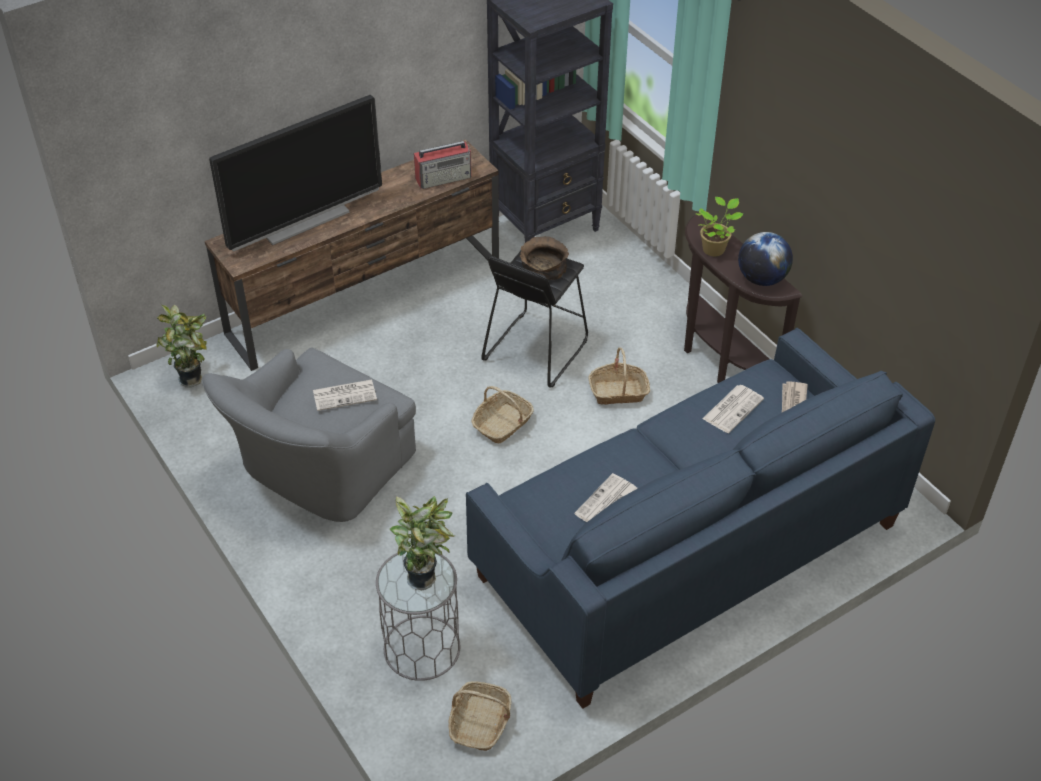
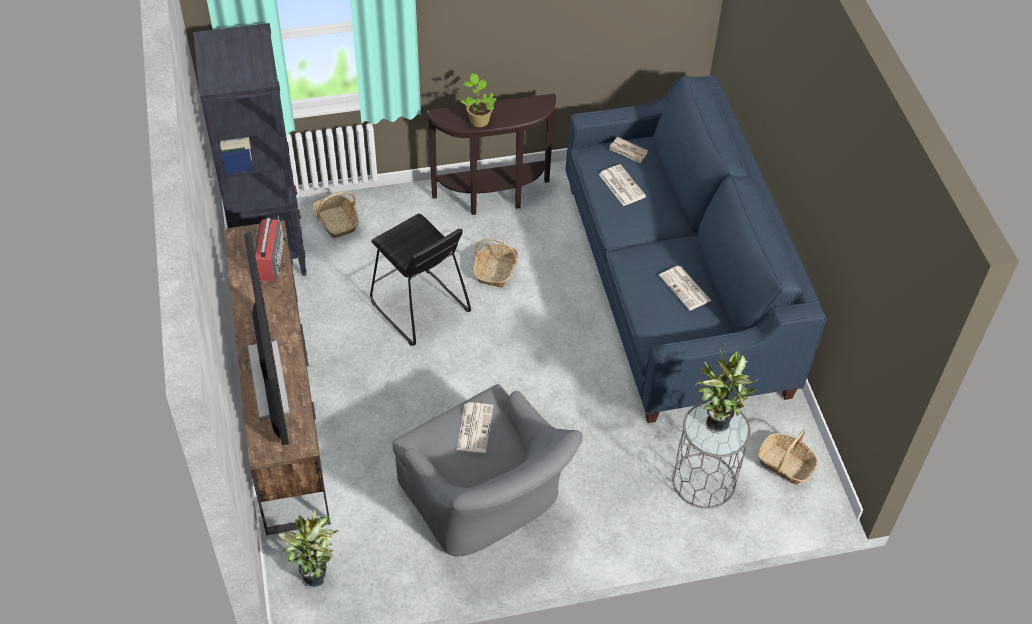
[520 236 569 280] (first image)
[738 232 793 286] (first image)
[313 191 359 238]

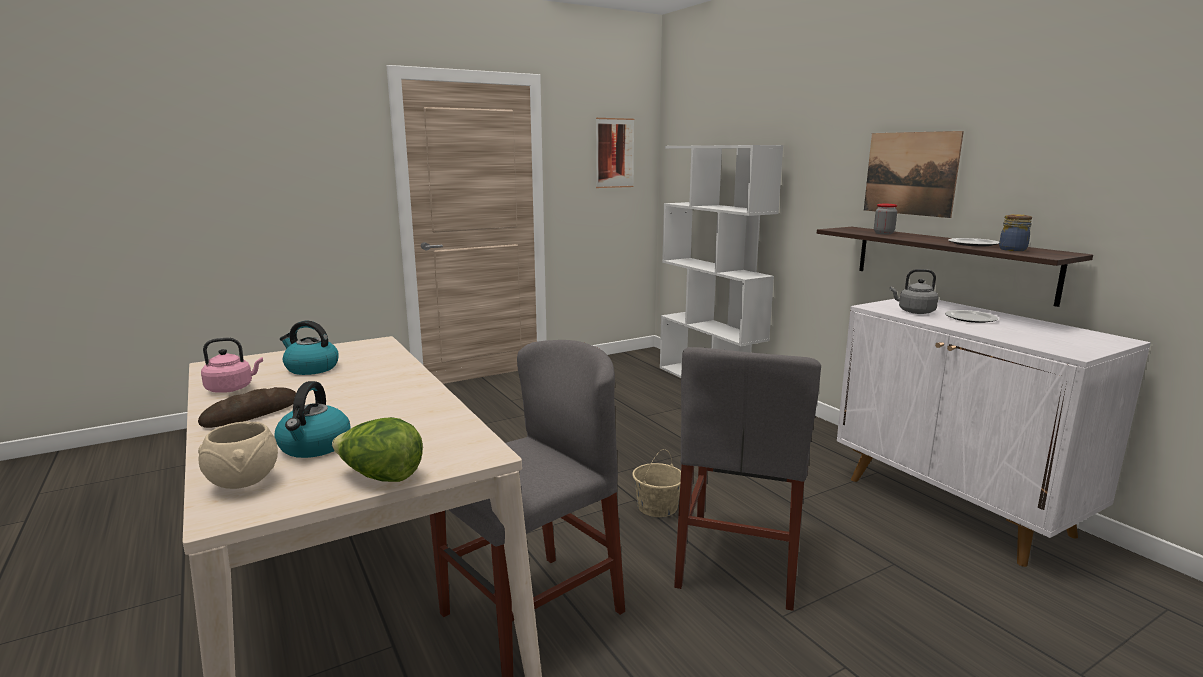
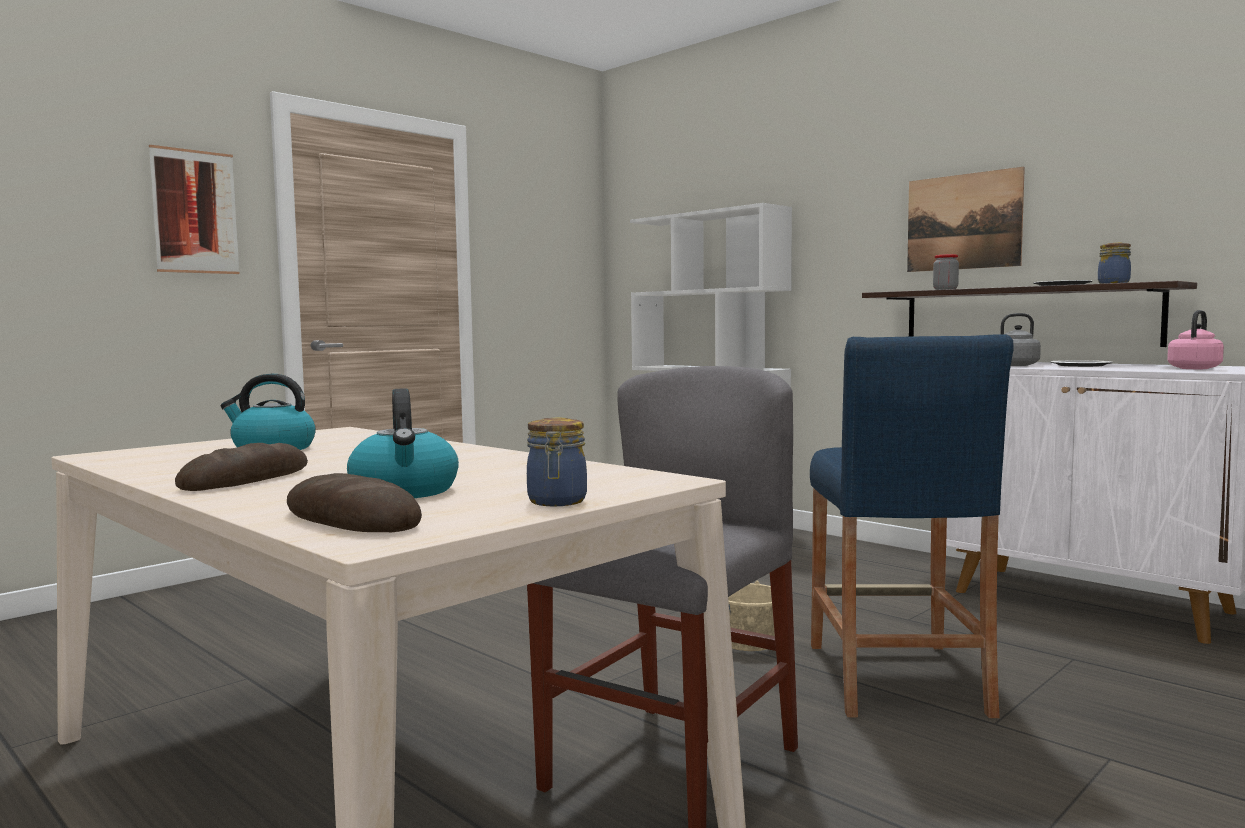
[1167 310 1224 369]
[149 145 240 274]
[287 473 422 532]
[527 418 587 506]
[810 334 1014 718]

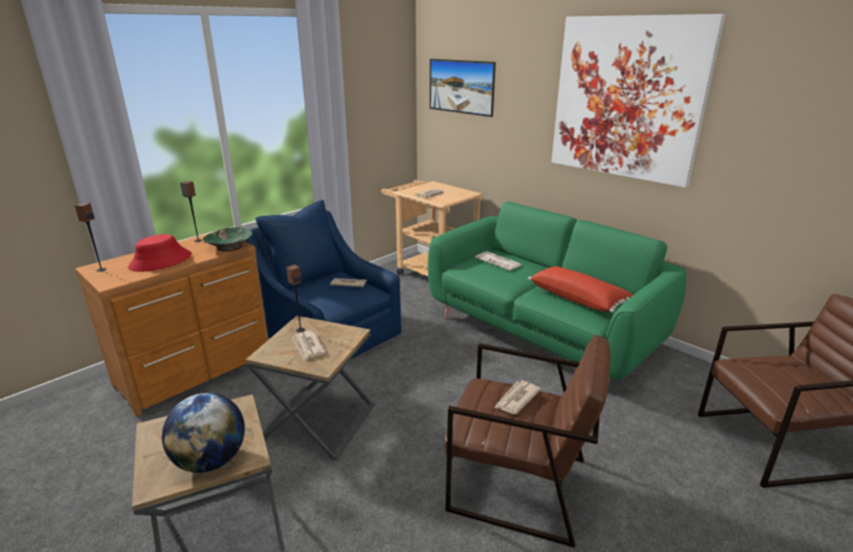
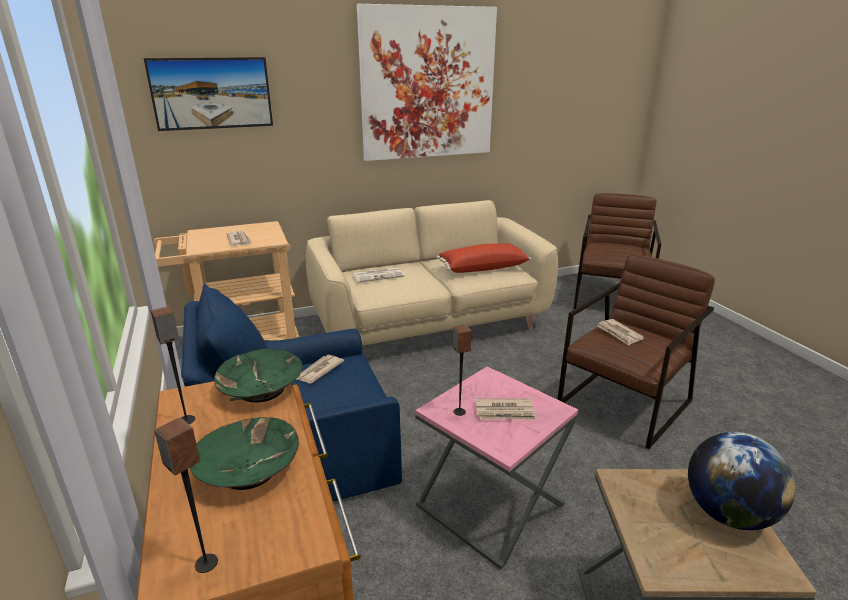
[190 417 299 490]
[415 366 578 569]
[306 200 558 345]

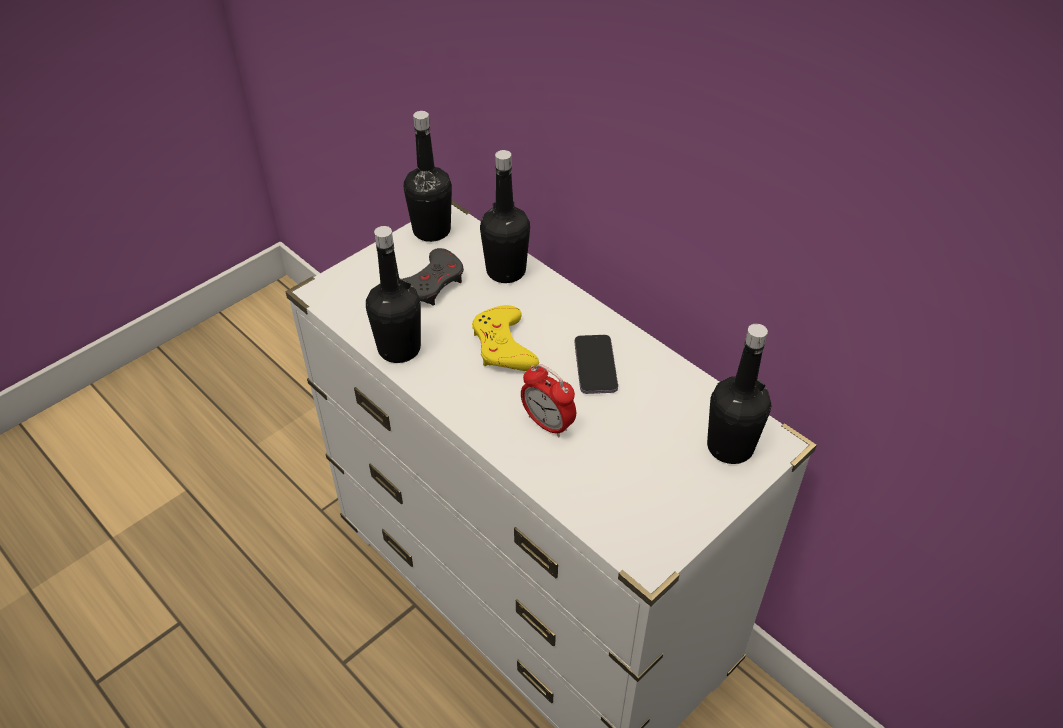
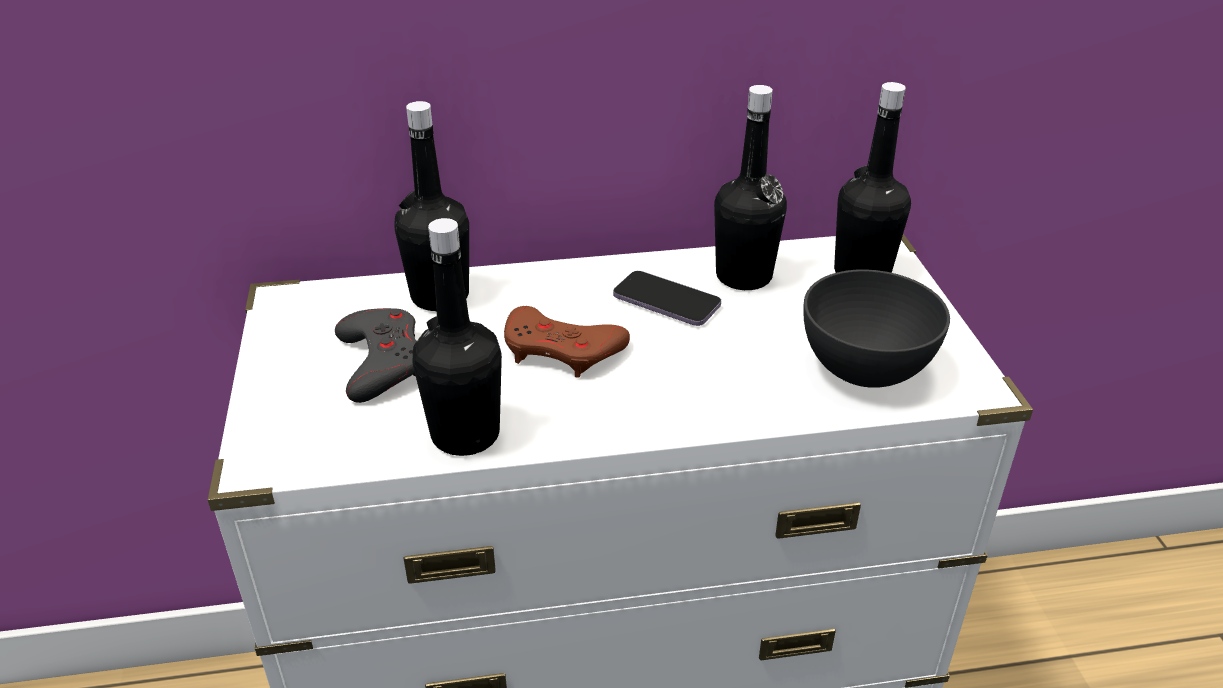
[521 364 576 437] (first image)
[803 269 950 388]
[714 85 787 290]
[504 306 630 378]

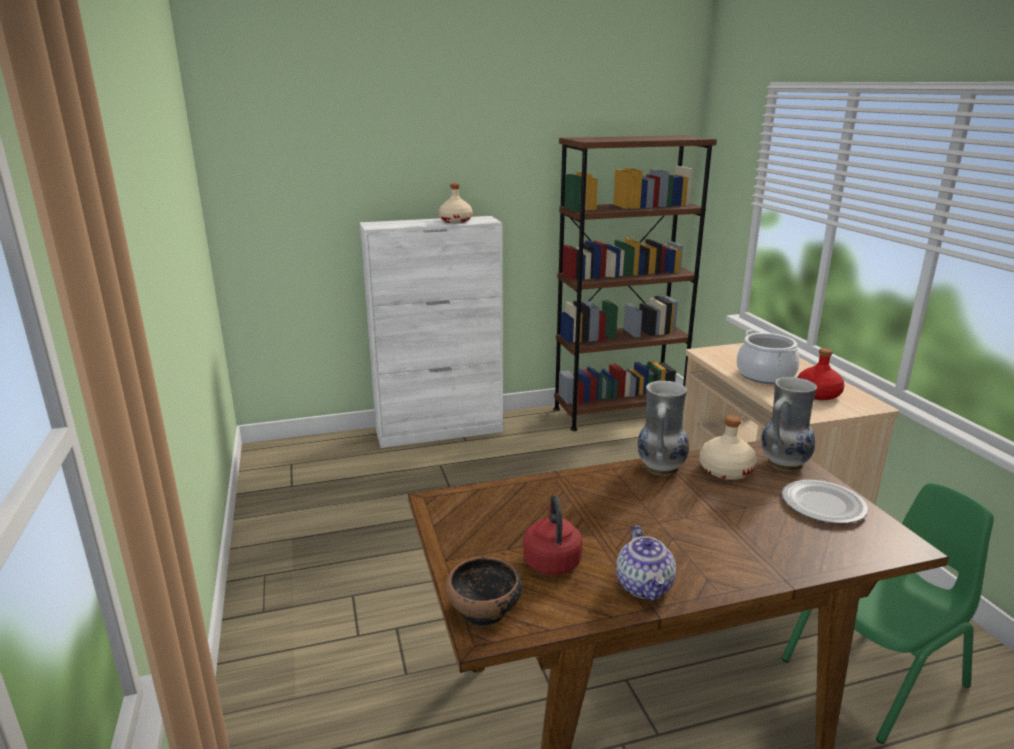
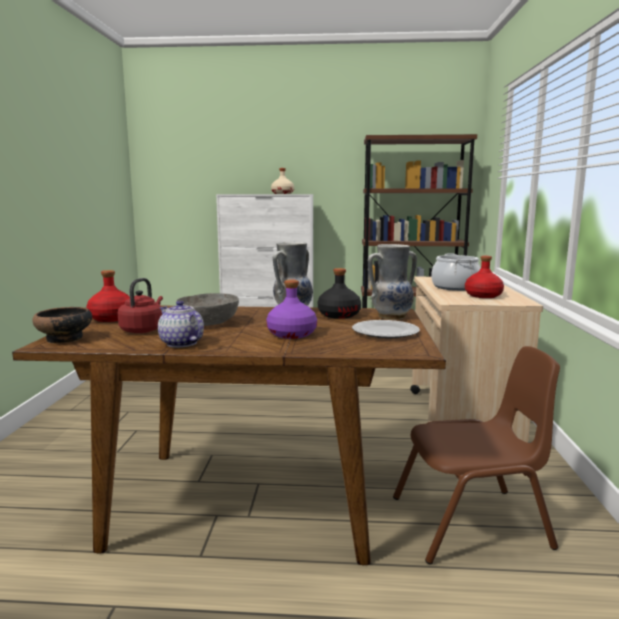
[86 270 130 322]
[176 293 239 326]
[266 280 317 339]
[318 268 361 319]
[393 346 560 564]
[158 301 204 348]

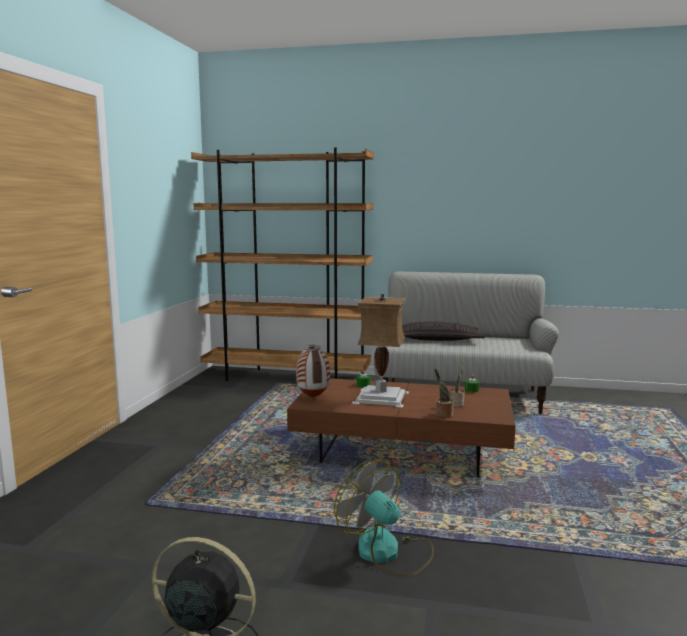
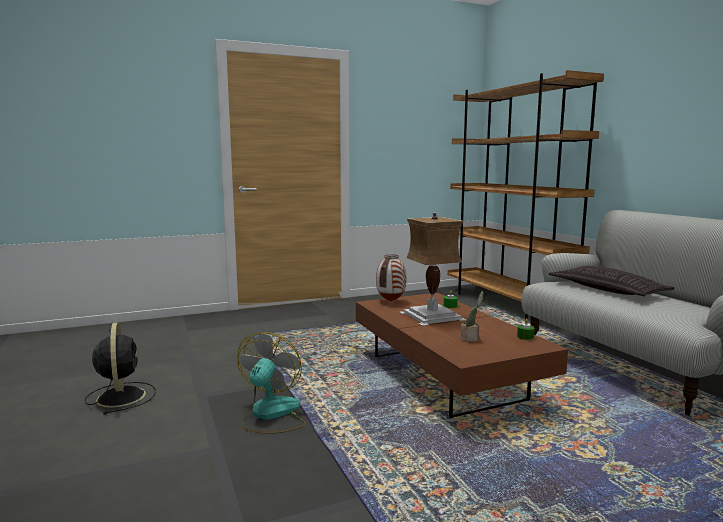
[435 369 454 418] (first image)

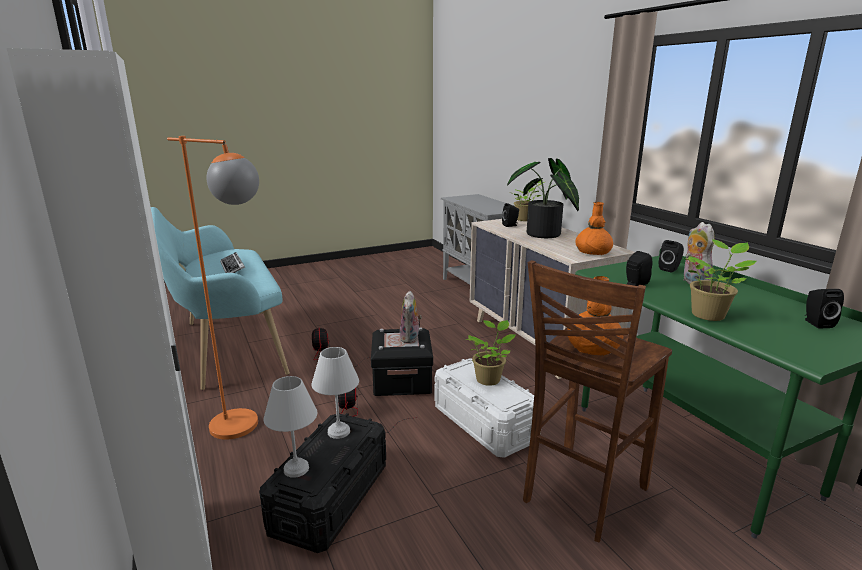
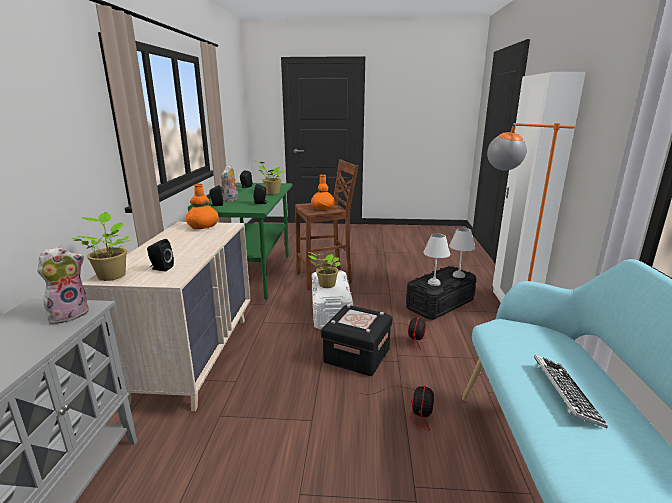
[507 158 579 238] (first image)
[37 246 89 325]

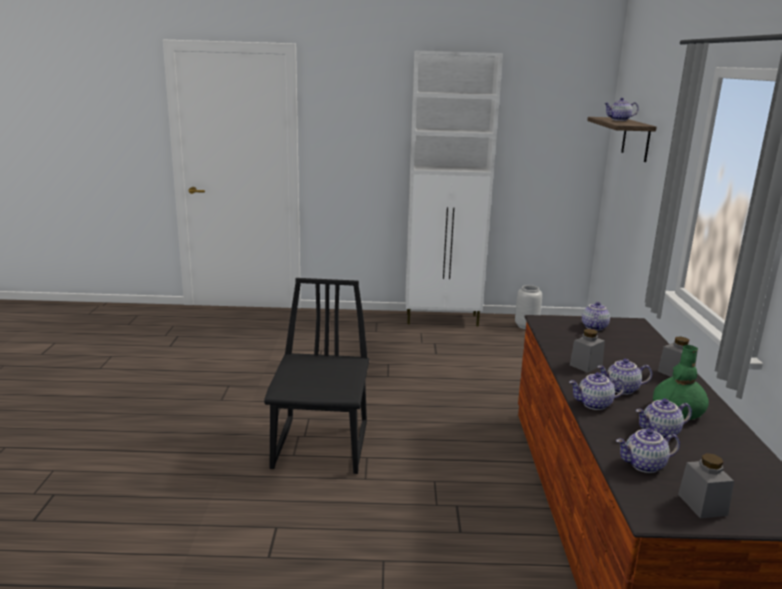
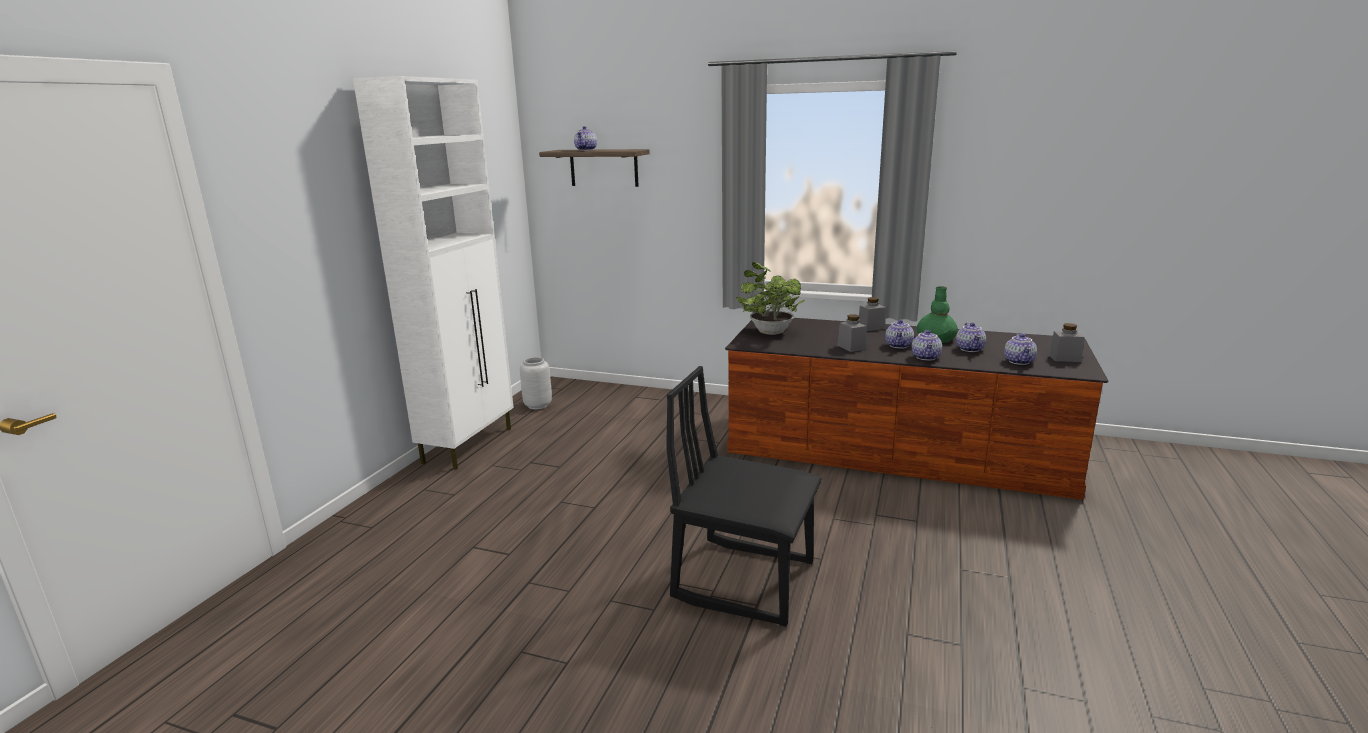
[736 262 805 335]

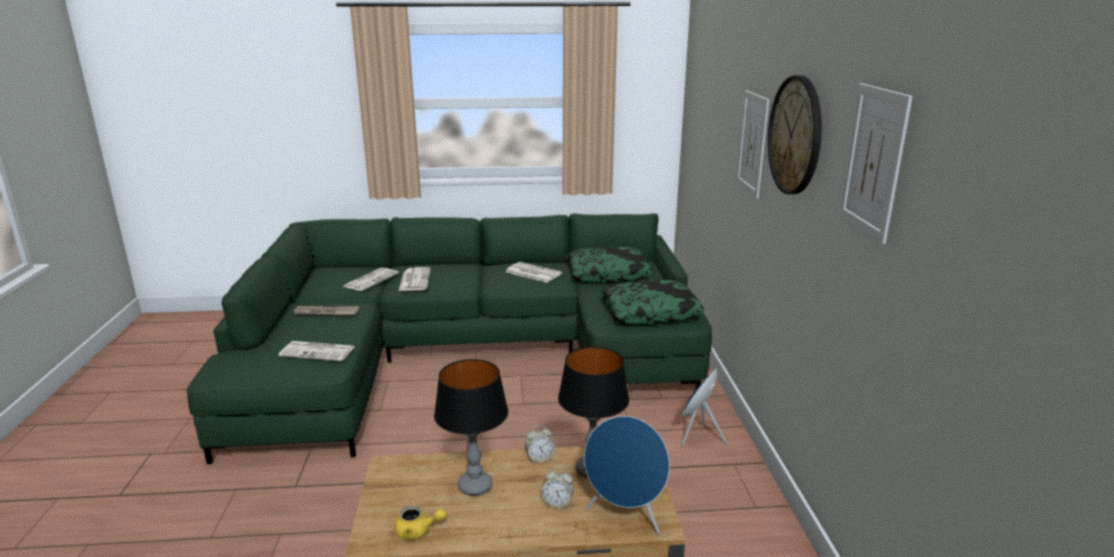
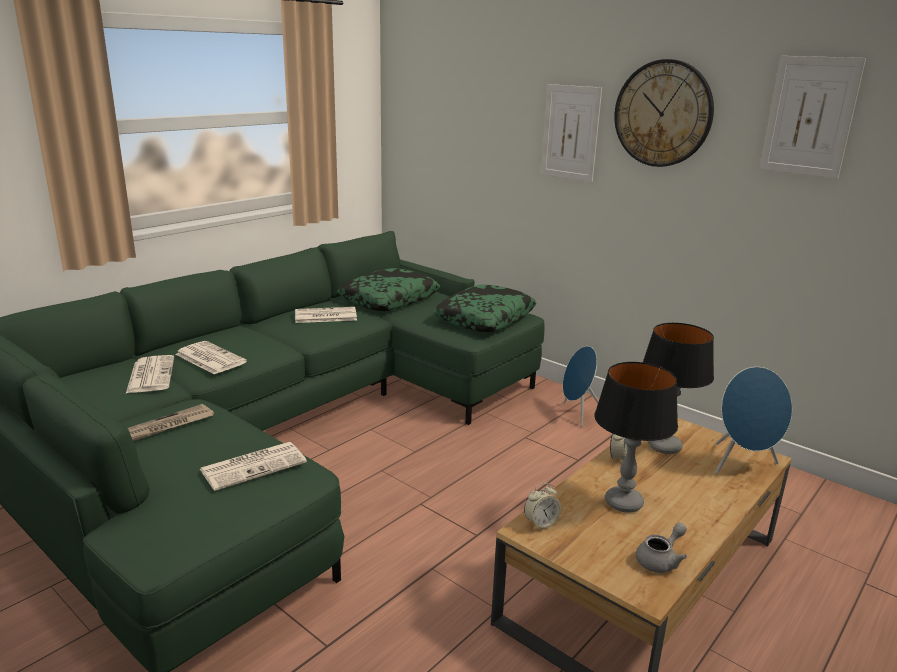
[524 483 561 530]
[636 523 687 573]

